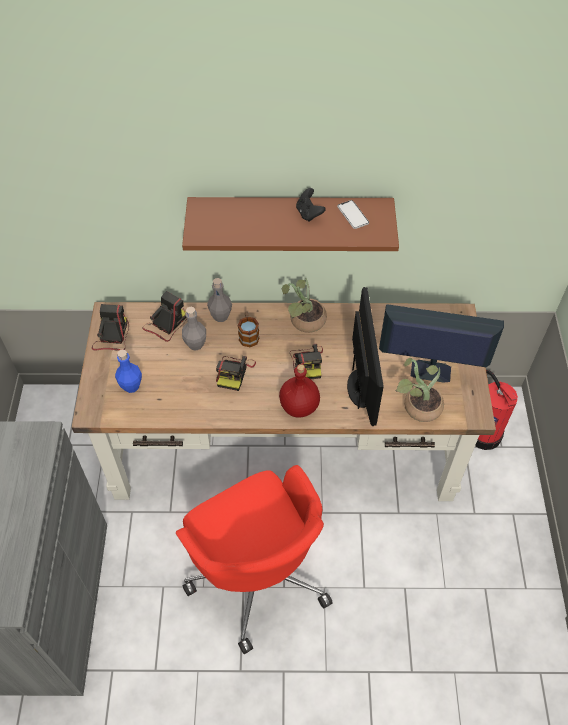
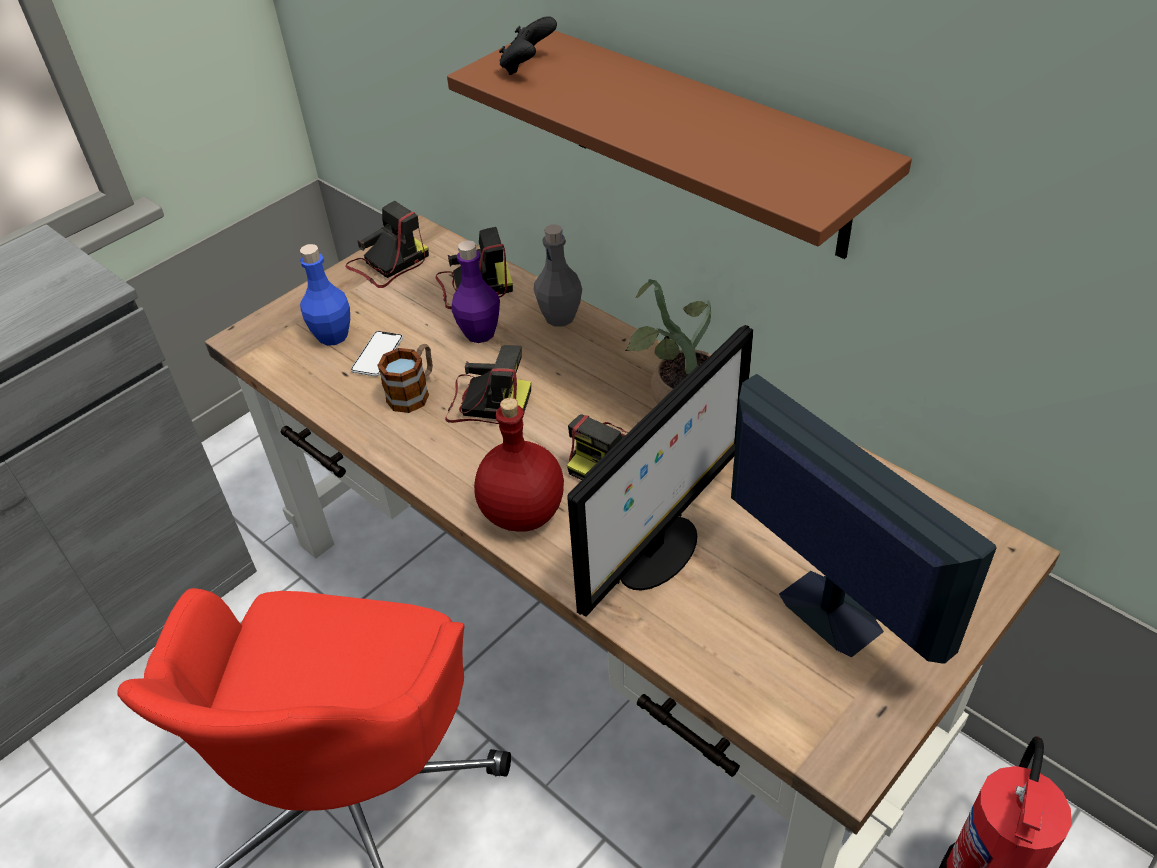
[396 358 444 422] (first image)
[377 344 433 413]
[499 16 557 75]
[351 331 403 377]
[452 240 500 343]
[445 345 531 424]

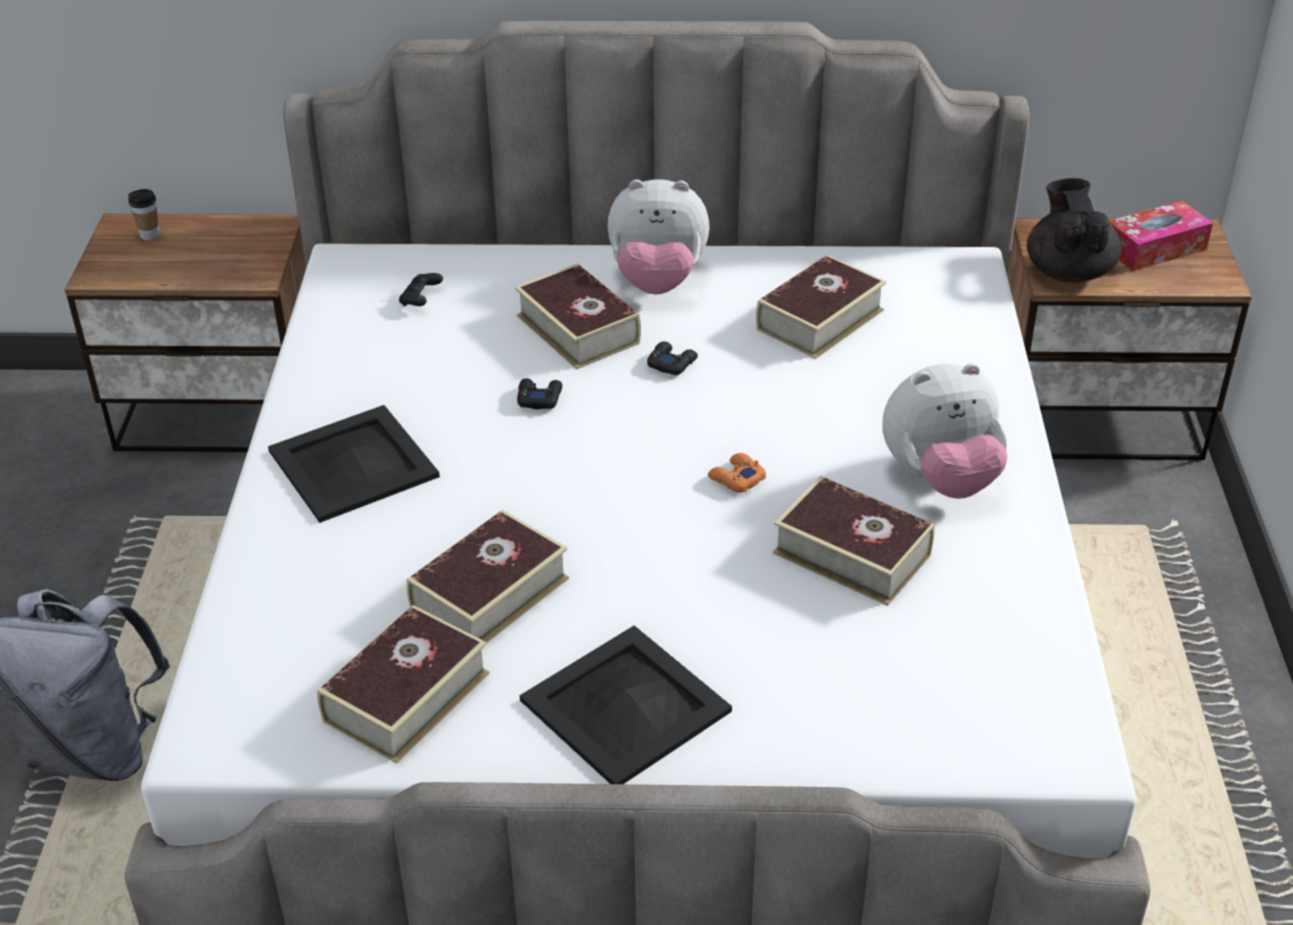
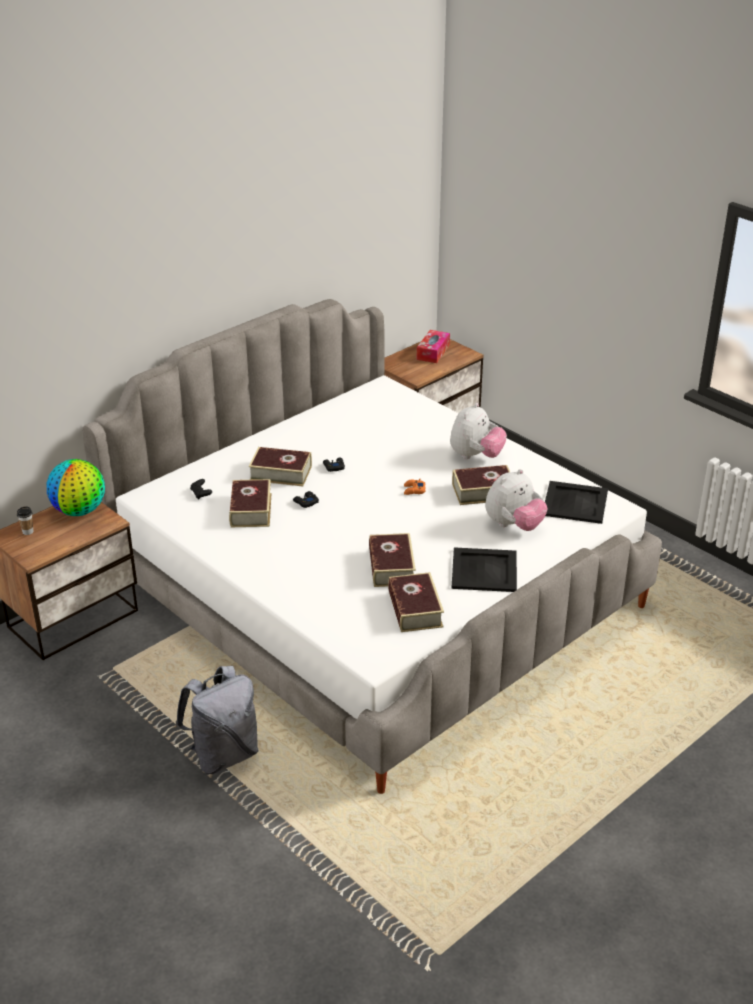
[1027 178 1121 283] (first image)
[47 459 105 516]
[545 481 608 524]
[485 469 548 531]
[229 479 271 527]

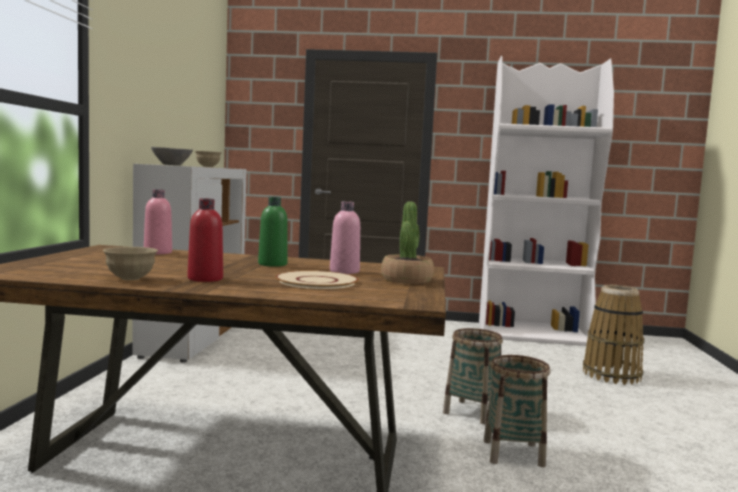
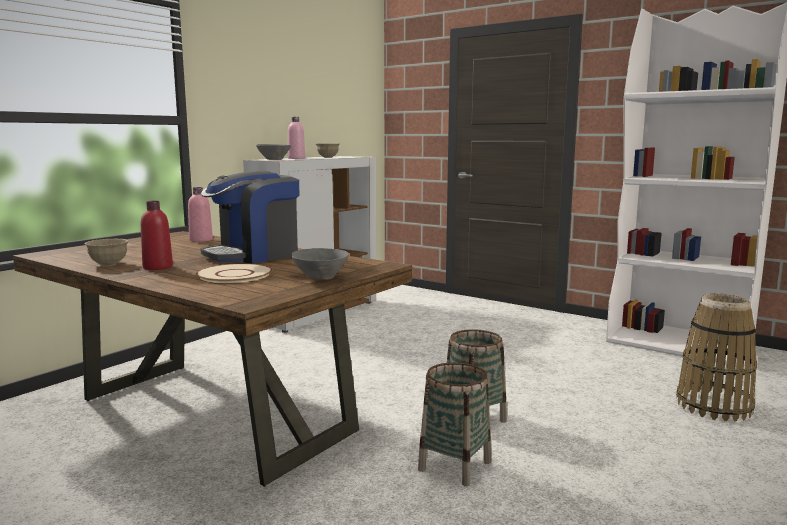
[288 117 305 159]
[200 171 299 263]
[291 248 349 280]

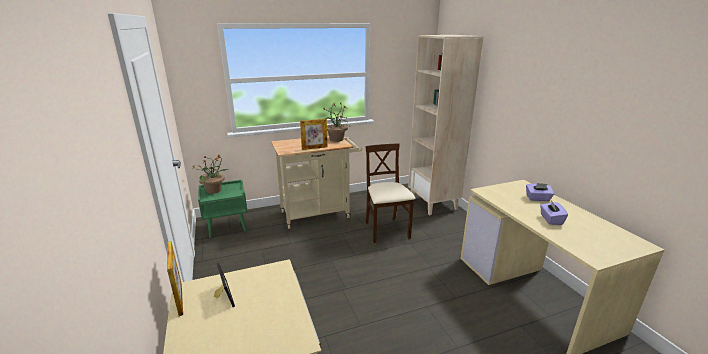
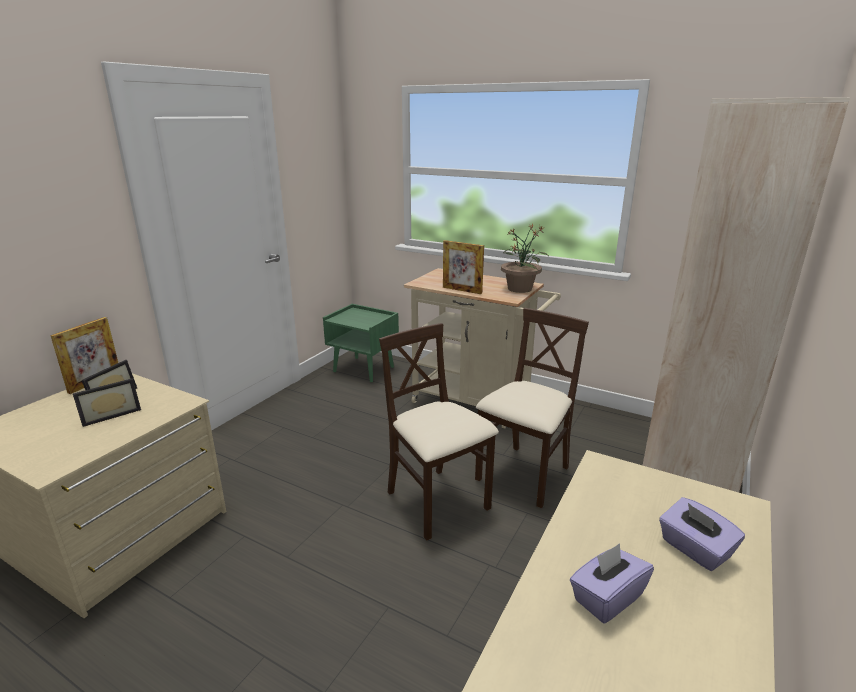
[192 155 230 194] (first image)
[73 378 141 427]
[379 323 499 541]

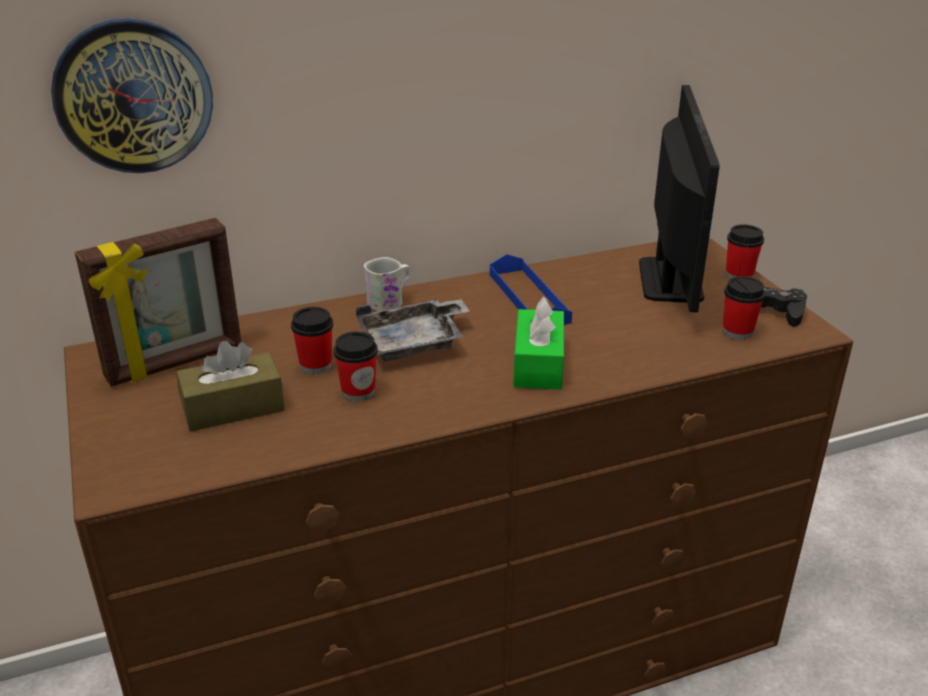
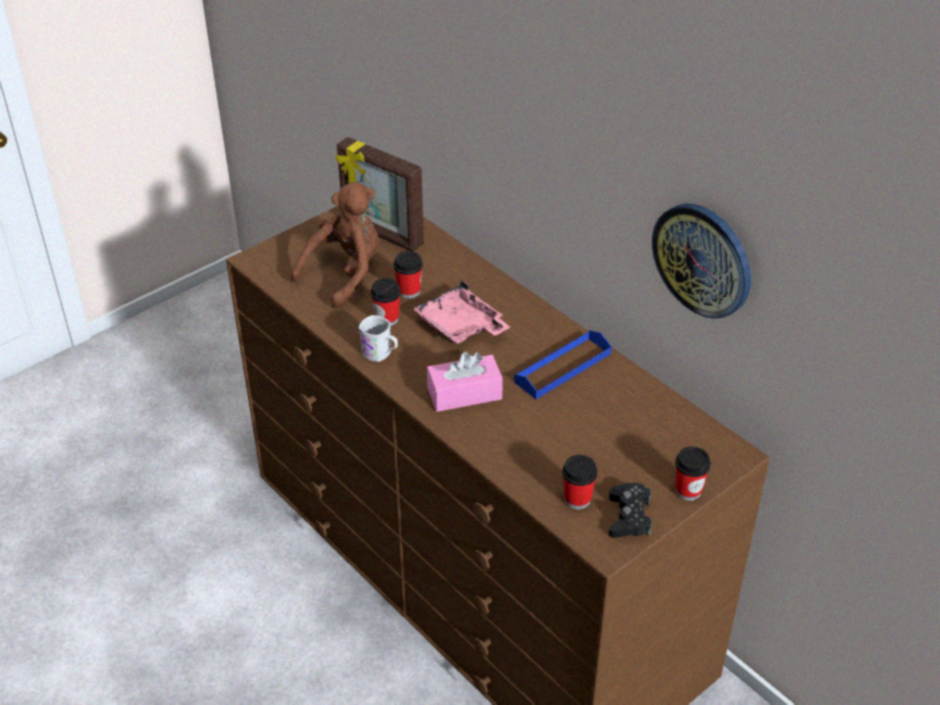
[639 85 720 312] (first image)
[652 203 751 319]
[359 315 398 362]
[290 182 380 309]
[413 280 510 344]
[427 352 503 412]

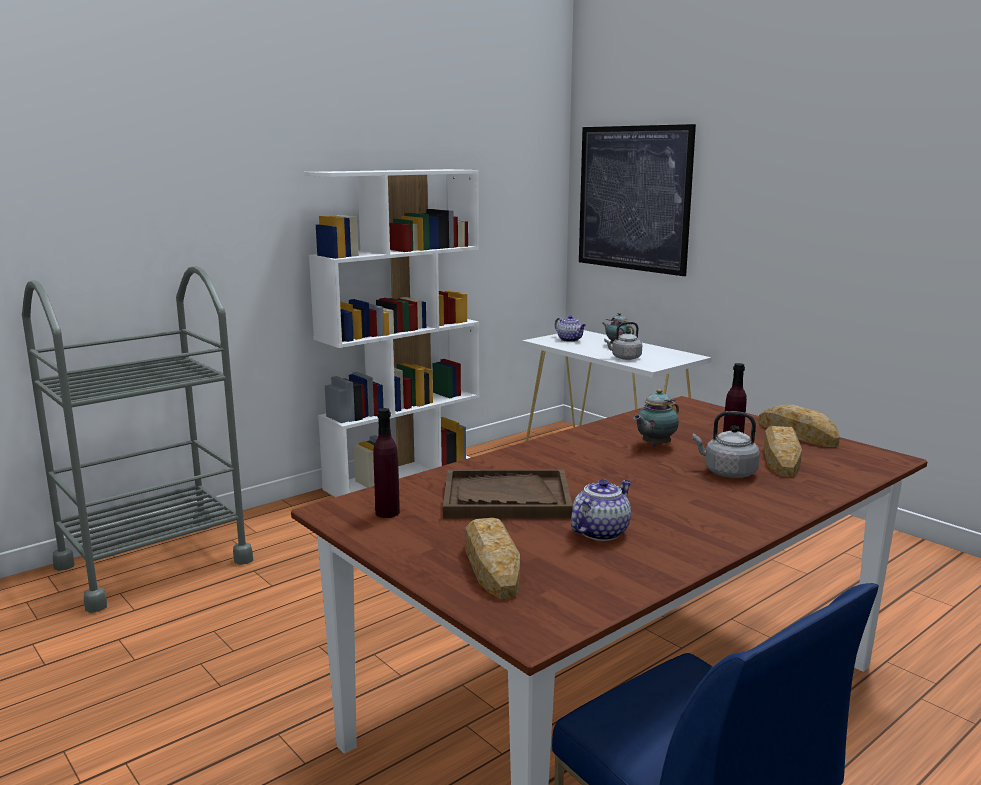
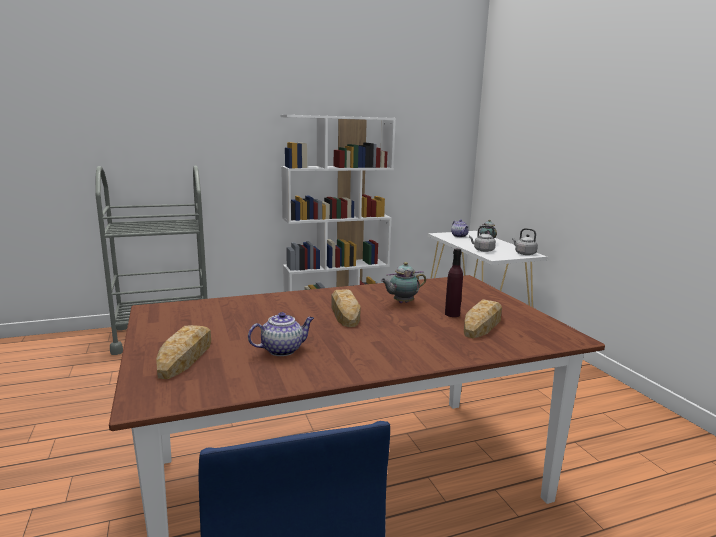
[373 408 400 518] (first image)
[443 469 573 519] (first image)
[579 124 696 276] (first image)
[512 228 538 255]
[331 289 361 327]

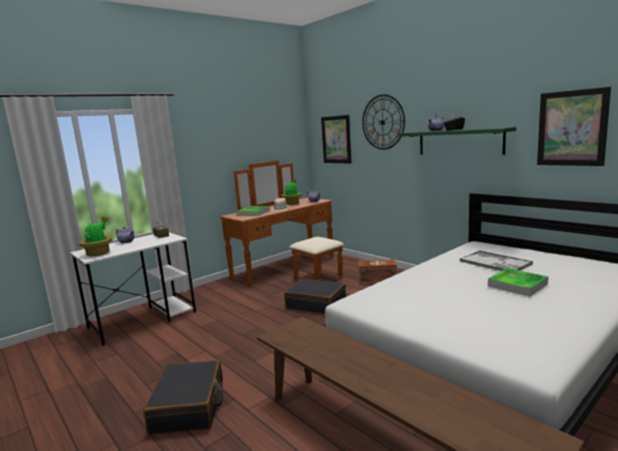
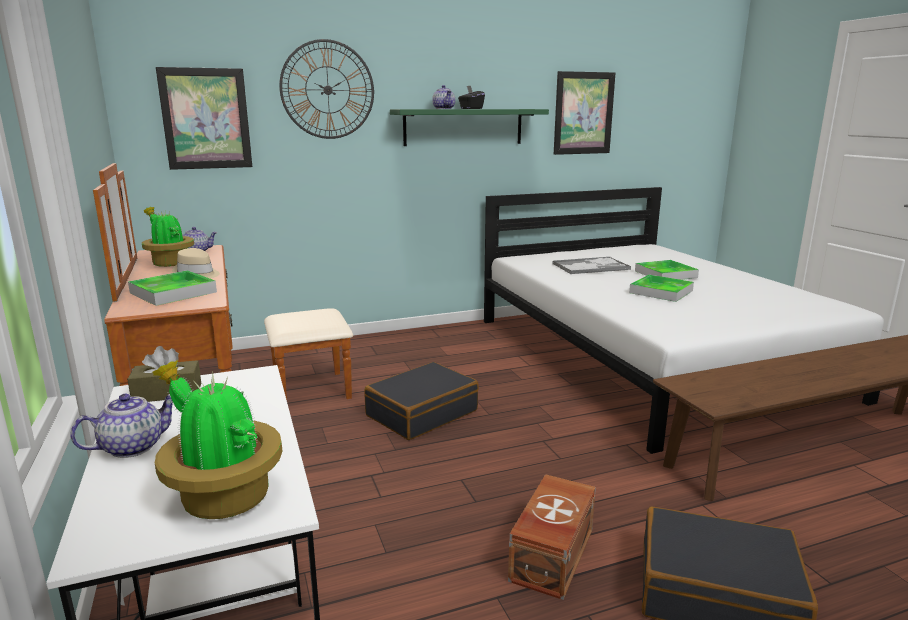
[629 275 694 302]
[508 474 596 600]

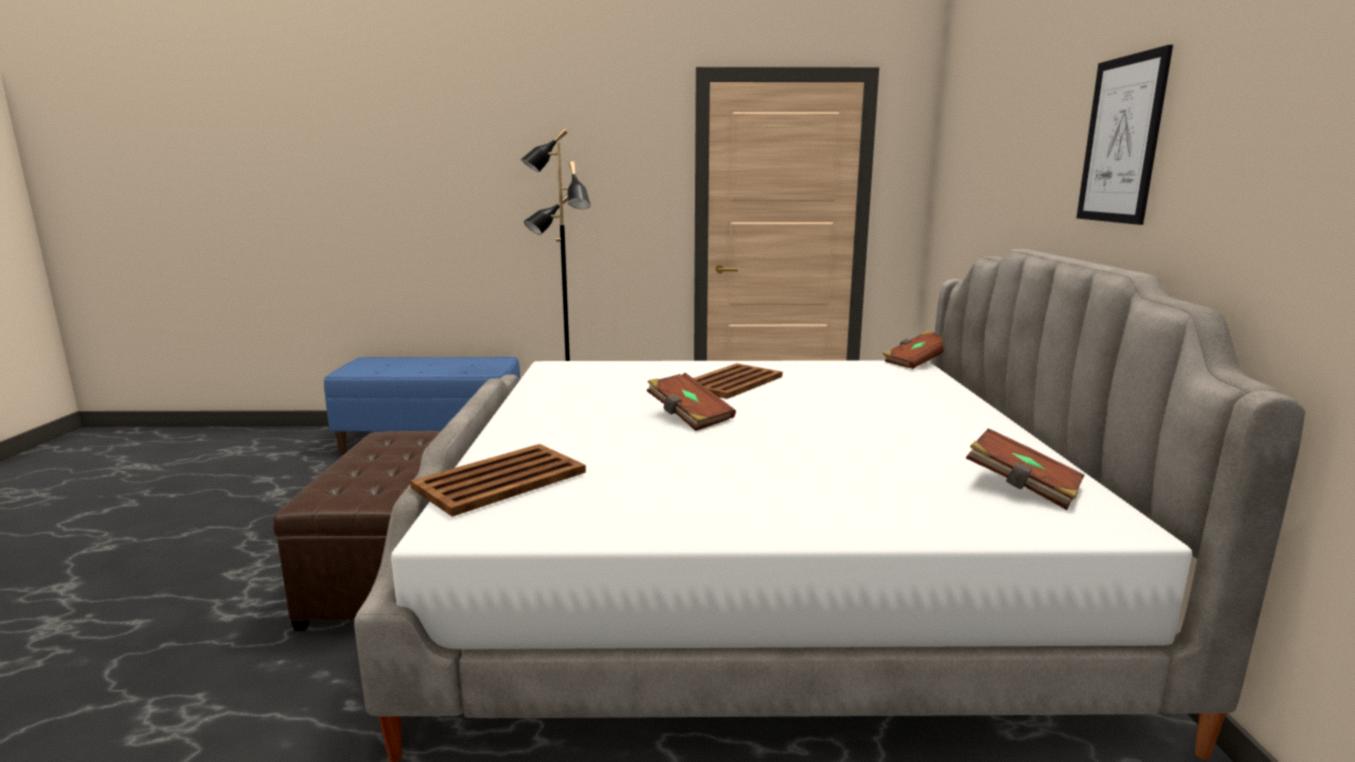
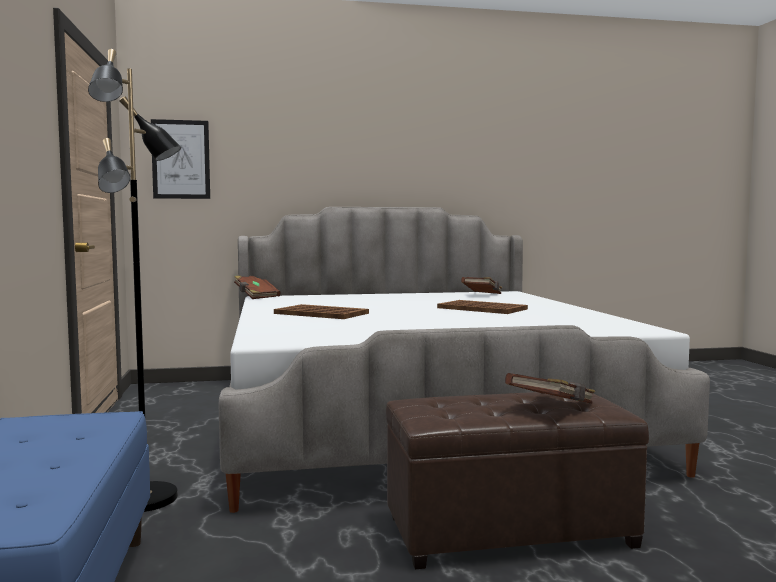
[437 300 528 314]
[505 373 595 404]
[151 119 210 199]

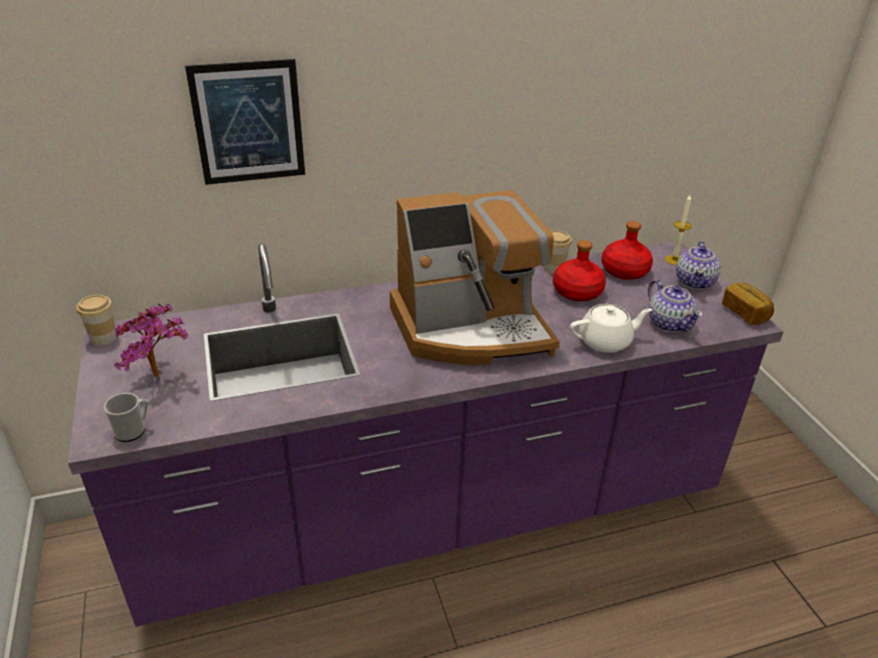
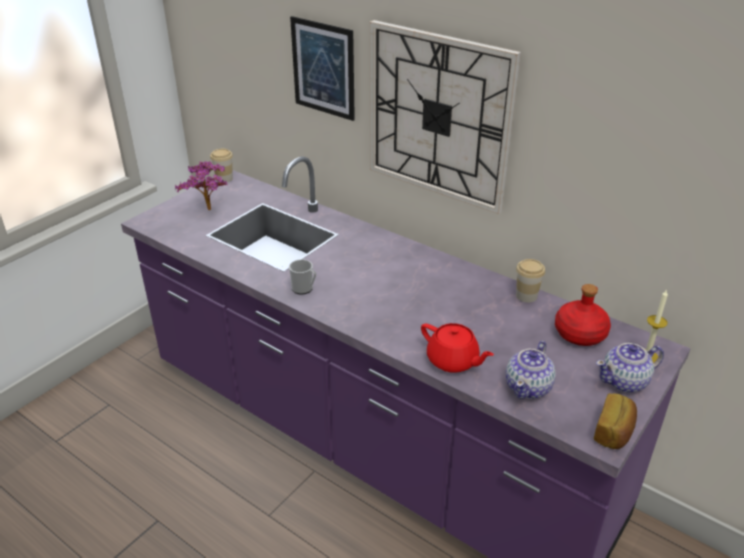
[390 190 560 365] (first image)
[553 240 606 301] (first image)
[370 20 521 214]
[289 259 316 295]
[421 323 494 373]

